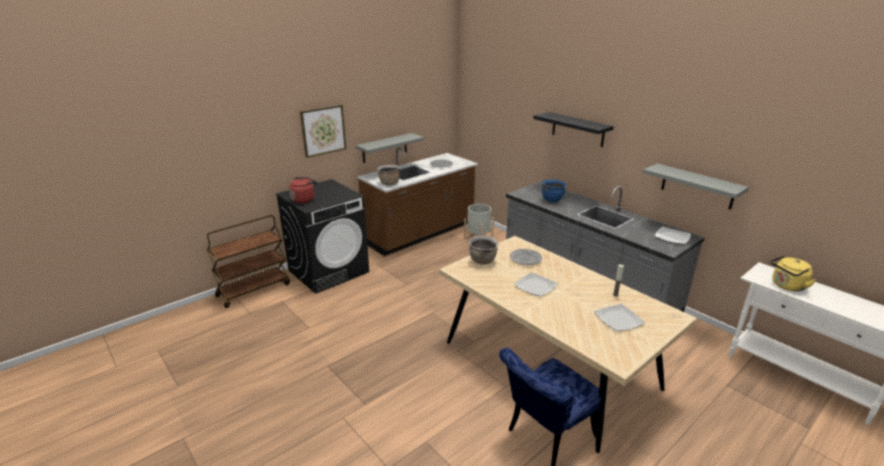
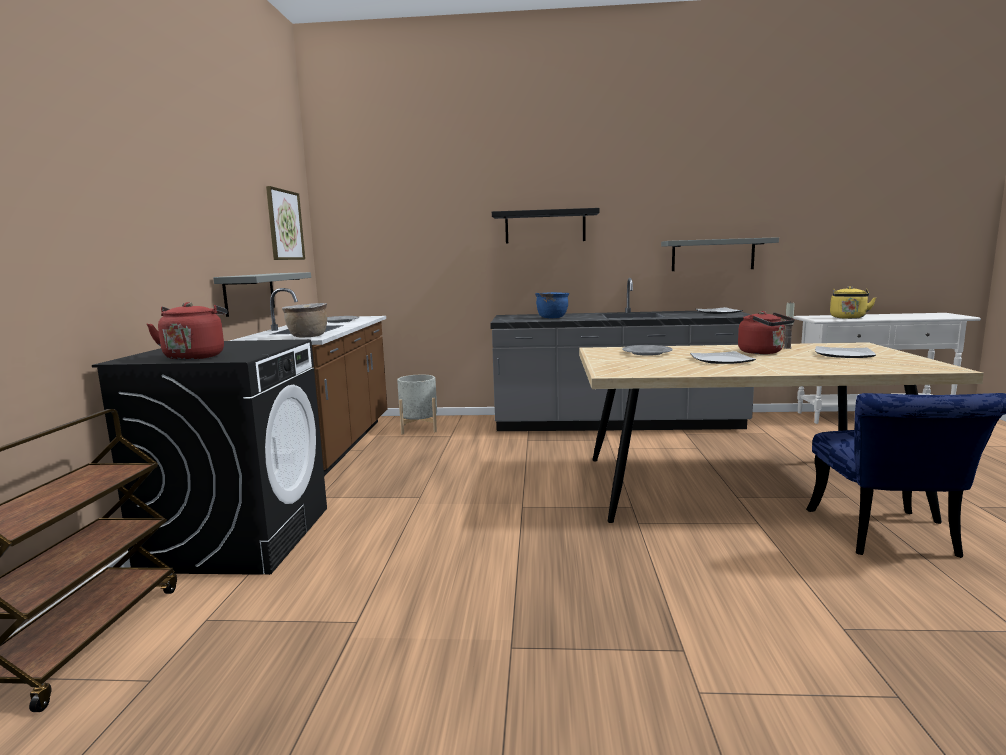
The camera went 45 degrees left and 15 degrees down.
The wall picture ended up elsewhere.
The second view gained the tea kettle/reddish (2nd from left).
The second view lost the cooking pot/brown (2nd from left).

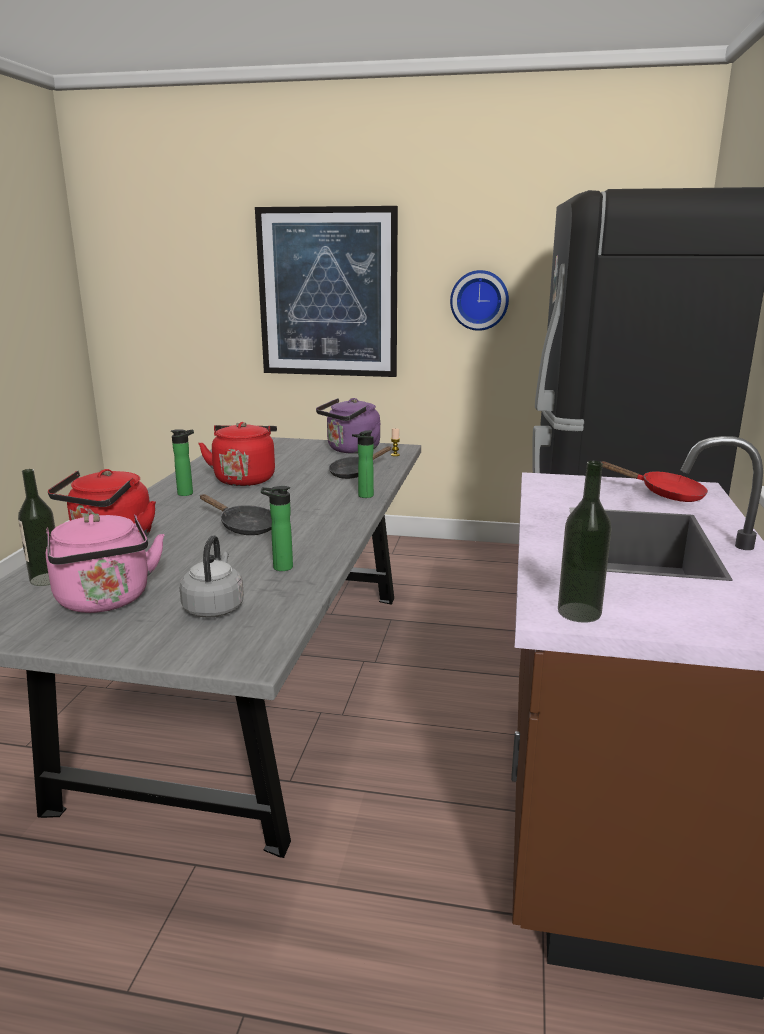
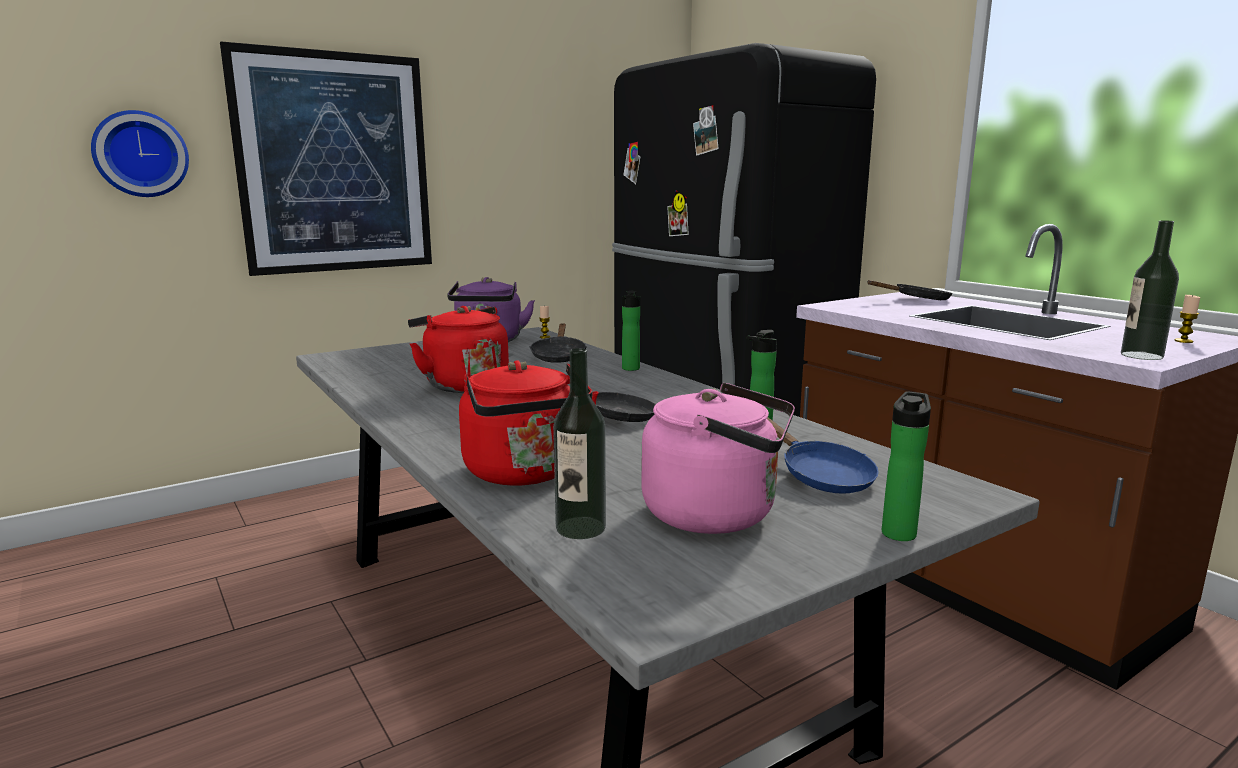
The camera went 45 degrees left and 5 degrees down.
The clock on the wall ended up elsewhere.
Where the tea kettle/grey stood, the skillet/blue came to stand.
What was the skillet/reddish turned into the skillet/black-coloured (3rd from left).
The drink bottle (2nd from left in the first image) ended up elsewhere.
The second view gained the wax candle (2nd from left).

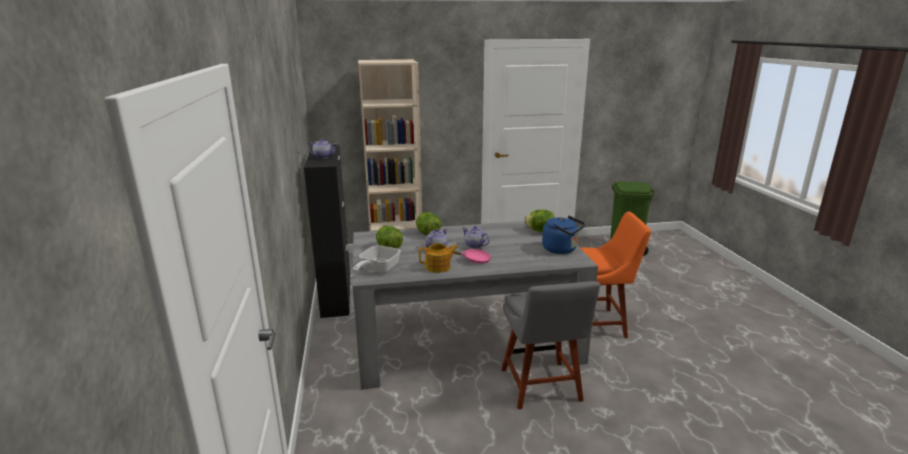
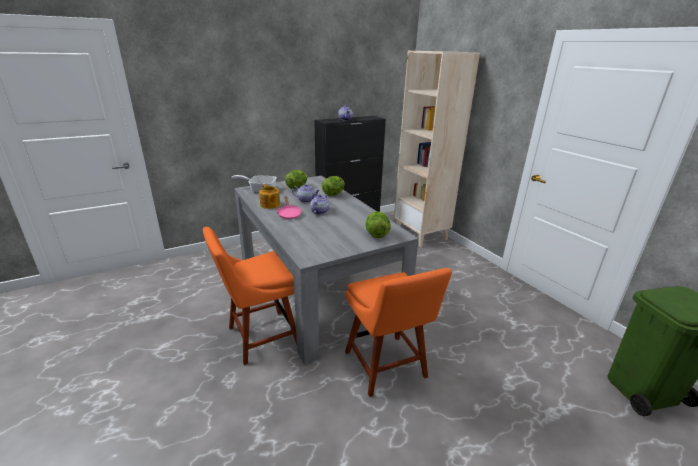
The camera went 70 degrees right and 5 degrees up.
What was the plain chair/grey turned into the plain chair/orange (1st from left).
The second view lost the tea kettle/blue.

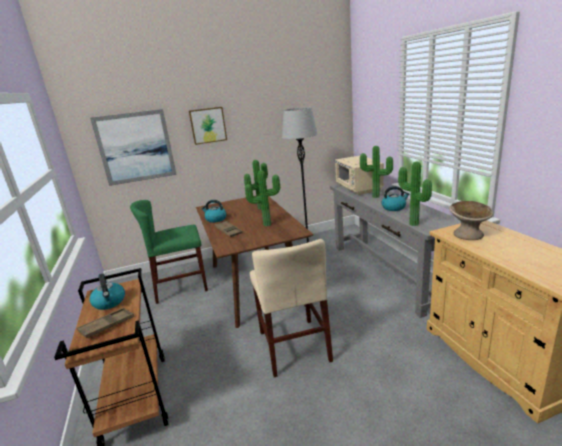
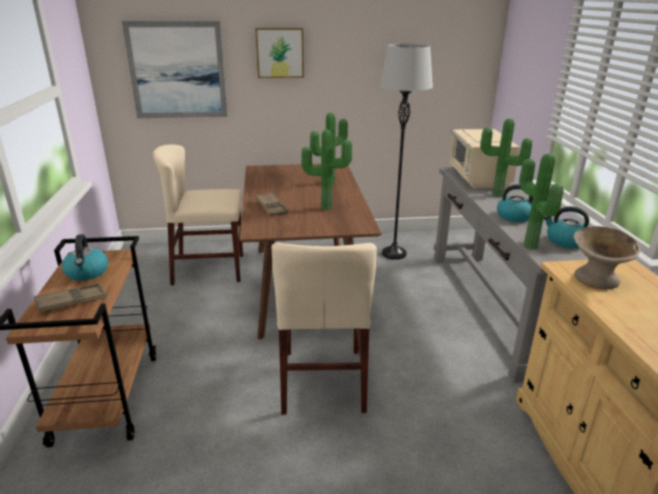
The camera went 10 degrees right and 5 degrees up.
What was the plain chair/green-coloured turned into the plain chair/sand-coloured (1st from left).
The tea kettle (2nd from left in the first image) ended up elsewhere.

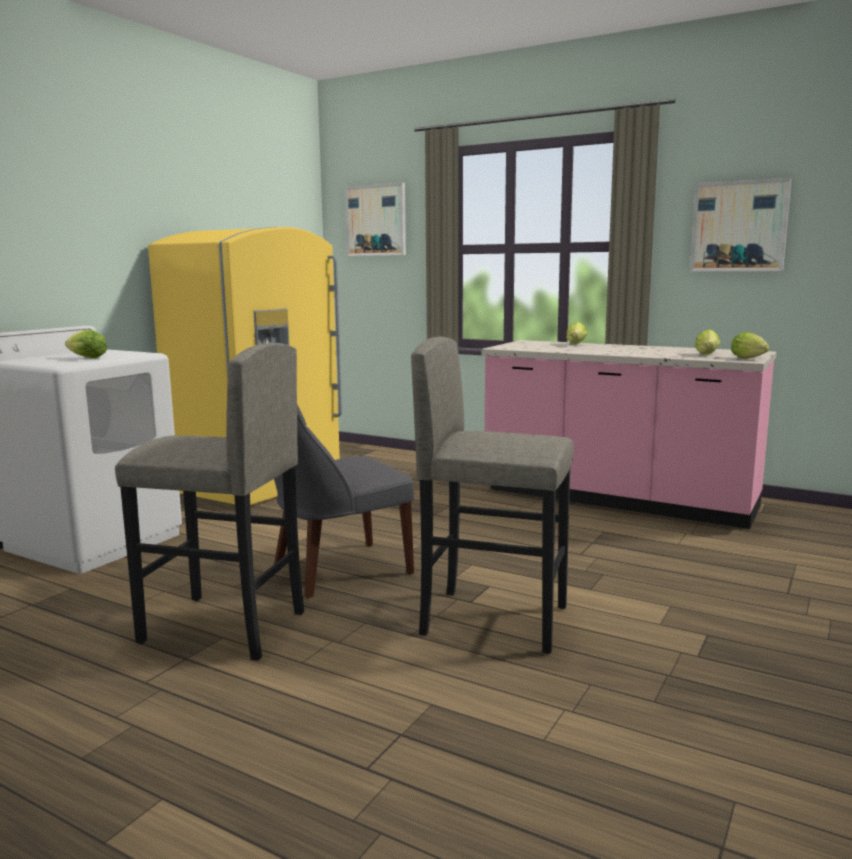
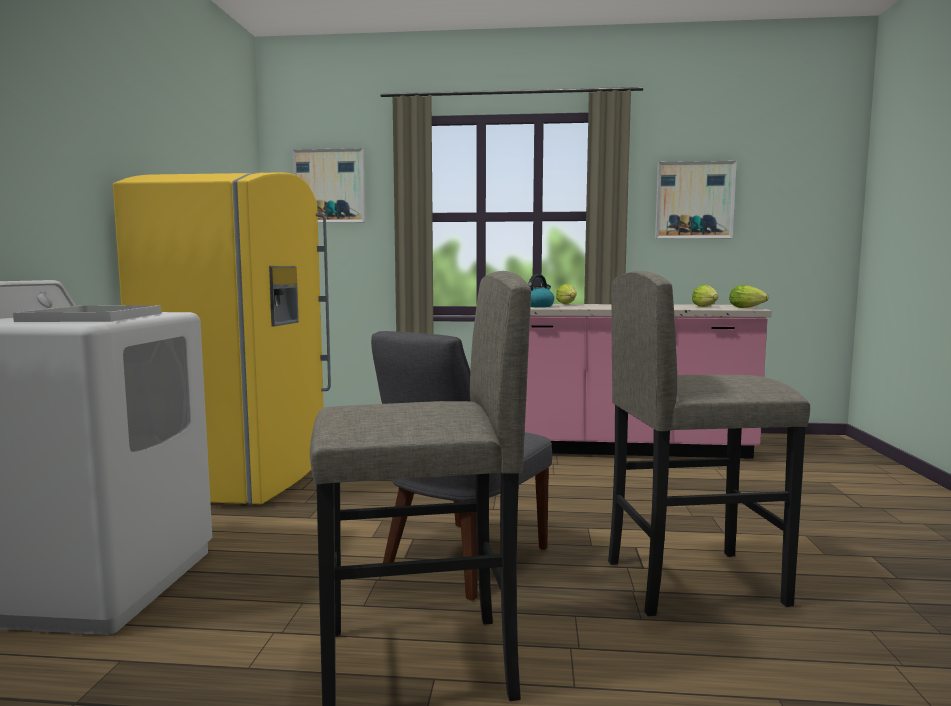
The camera went 25 degrees left and 5 degrees down.
Where the lettuce (1st from left) stood, the carrying tray/whitish came to stand.
The second view gained the tea kettle.

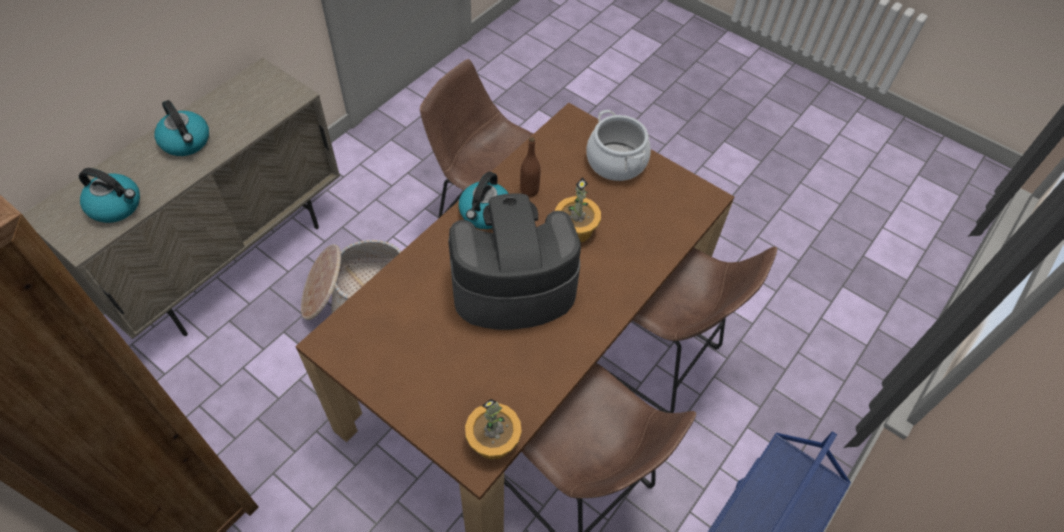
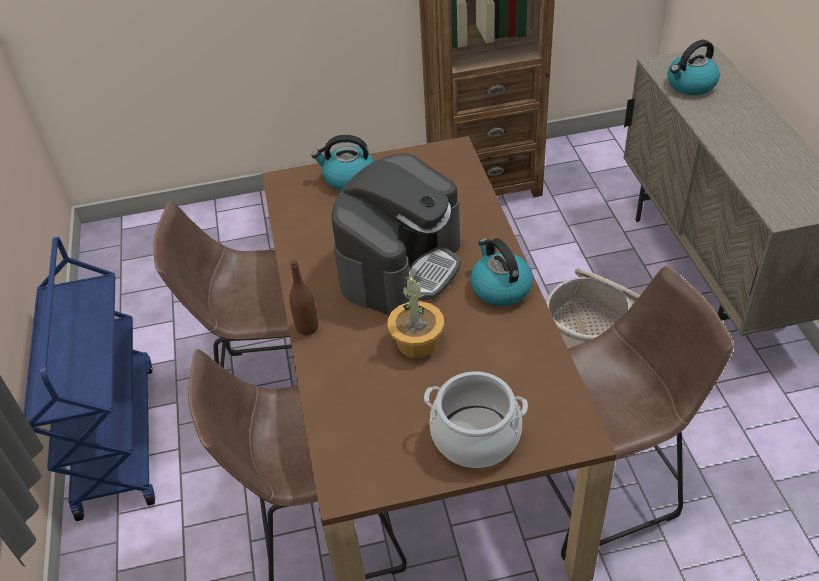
The camera went 135 degrees right and 10 degrees down.
The drink bottle/brown ended up elsewhere.
The tea kettle (2nd from left in the first image) ended up elsewhere.
The second view lost the plant in a pot (1st from left).

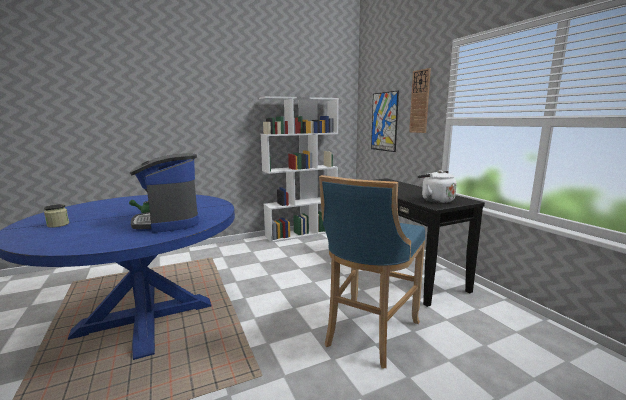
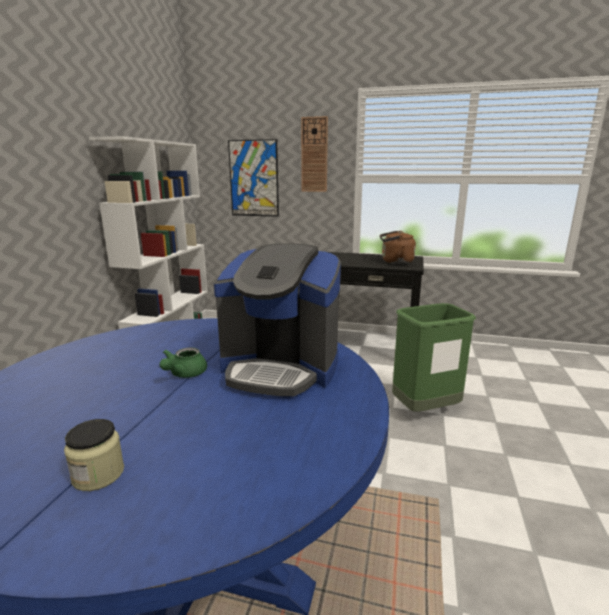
The camera went 50 degrees left and 5 degrees up.
What was the tea kettle/whitish turned into the tea kettle/brown.
Where the sitting stool/blue stood, the waste bin/green-coloured came to stand.

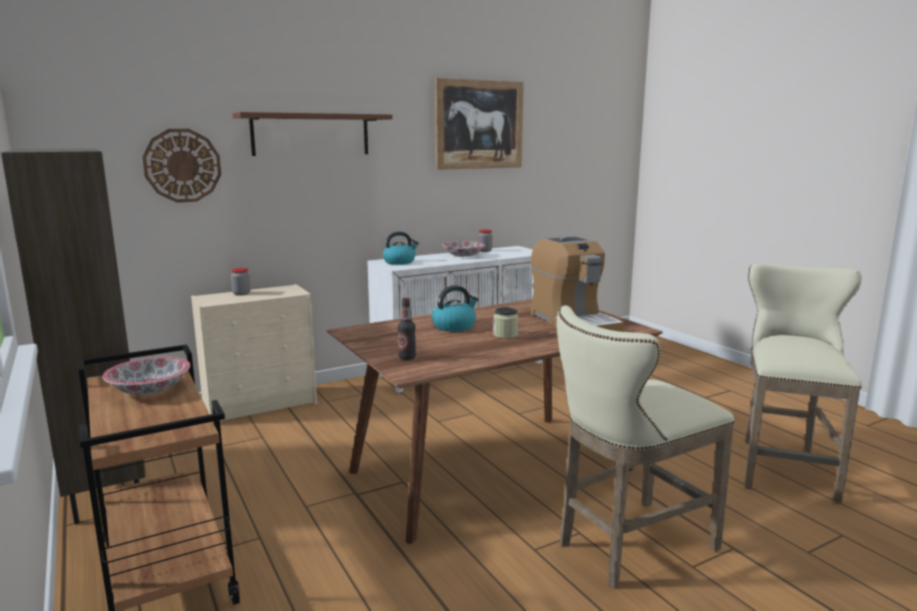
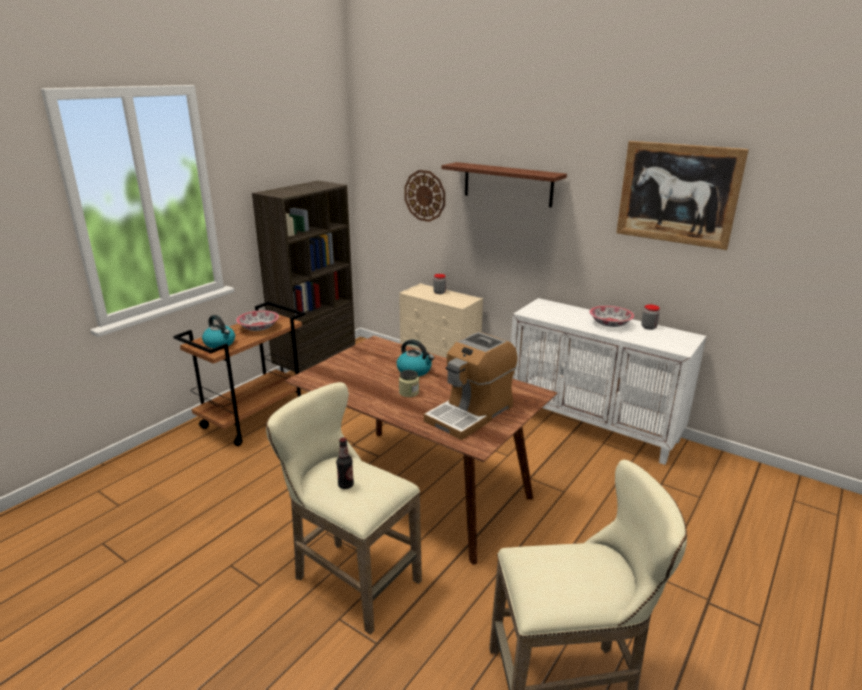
The camera went 65 degrees right and 10 degrees up.
The tea kettle (1st from left) ended up elsewhere.
The drink bottle ended up elsewhere.

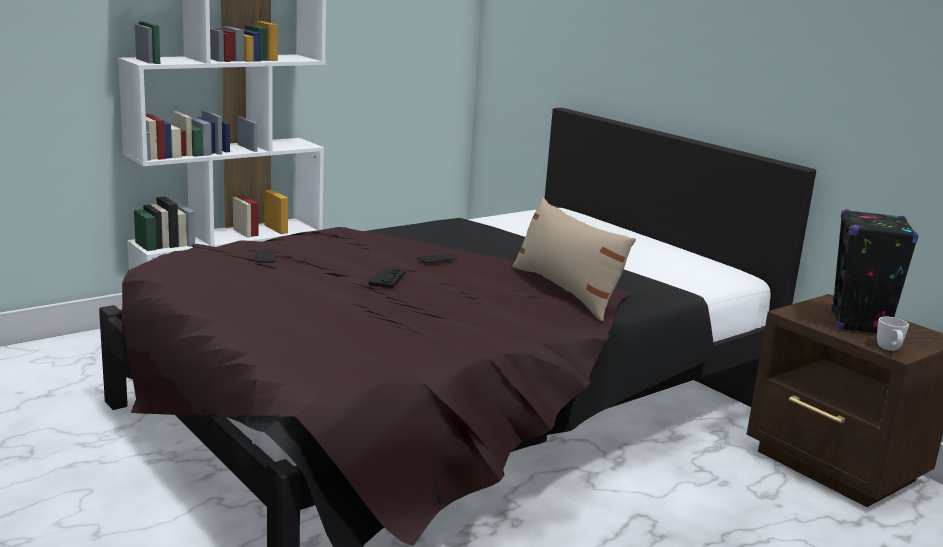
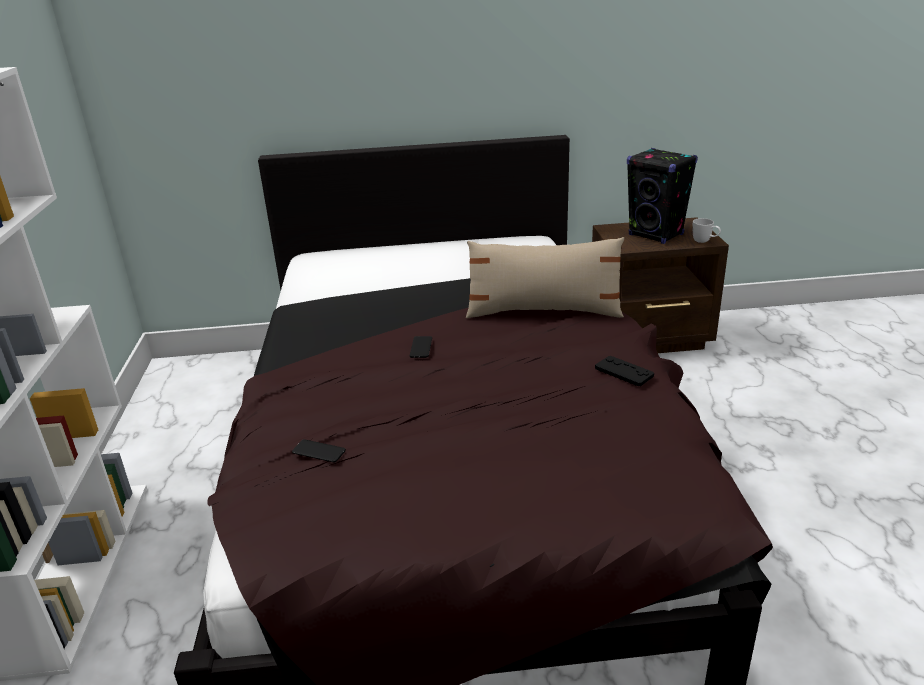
The camera went 55 degrees left and 10 degrees up.
The gamepad/black-coloured ended up elsewhere.

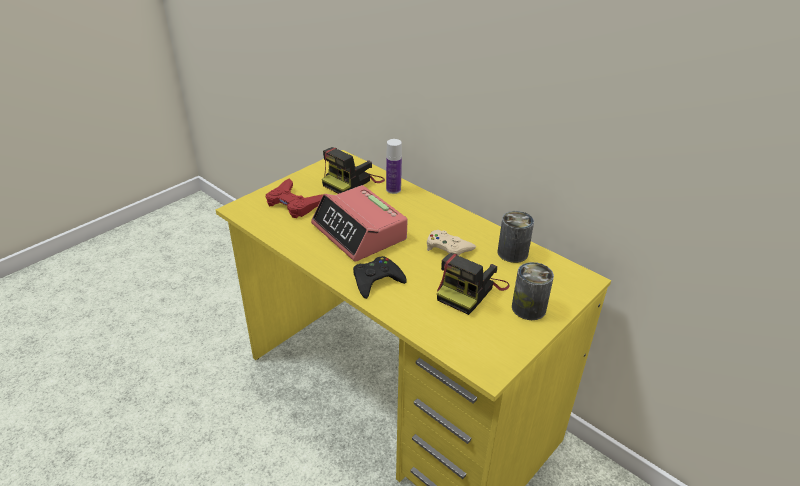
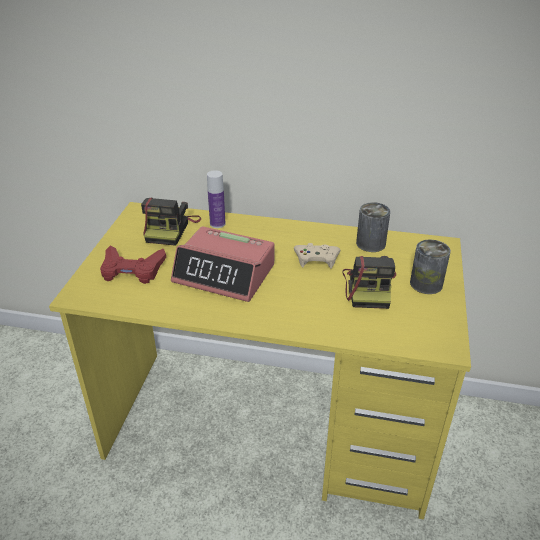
The camera went 30 degrees left and 0 degrees up.
The second view lost the gamepad/black-coloured.

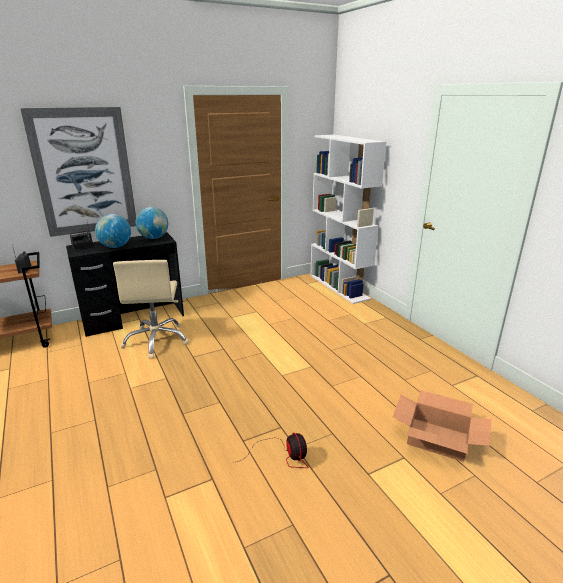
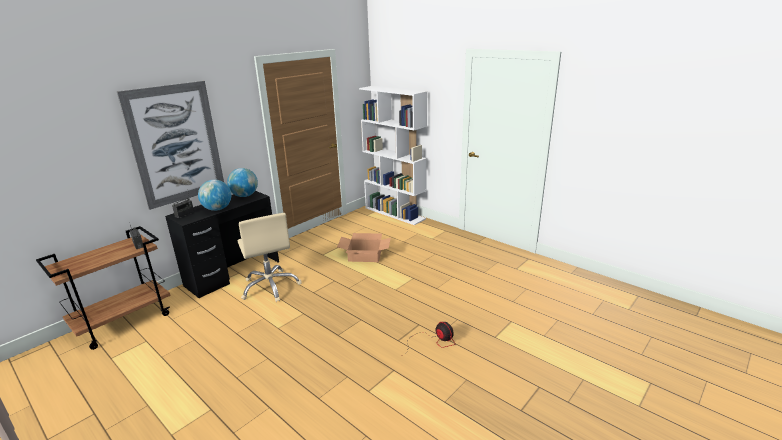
The camera went 20 degrees left and 0 degrees up.
The carton ended up elsewhere.

